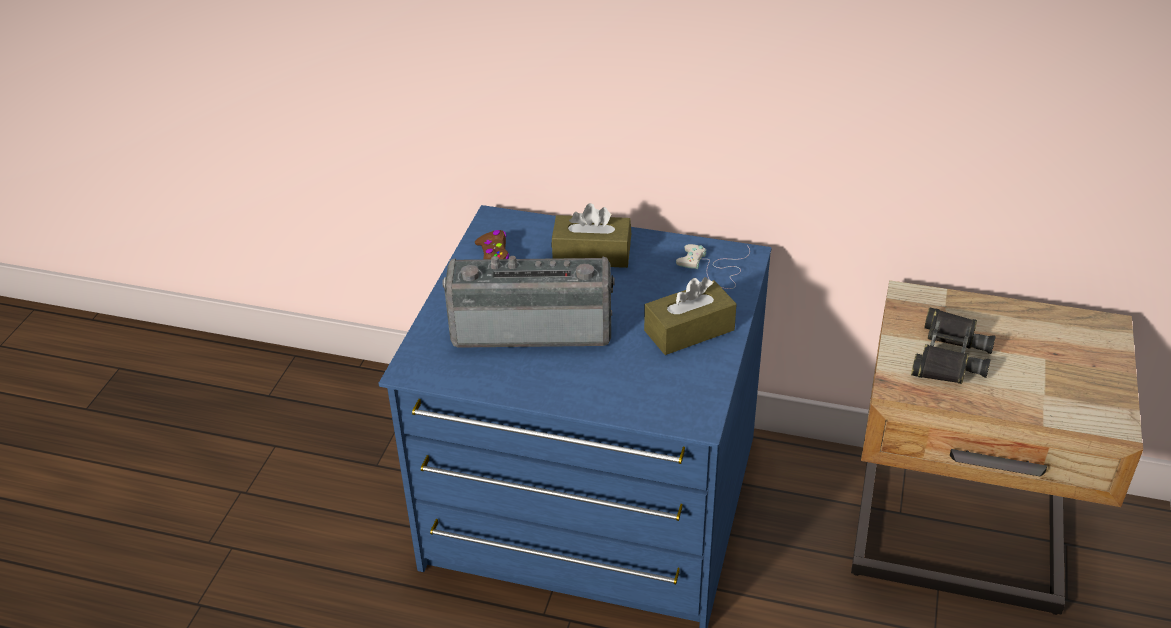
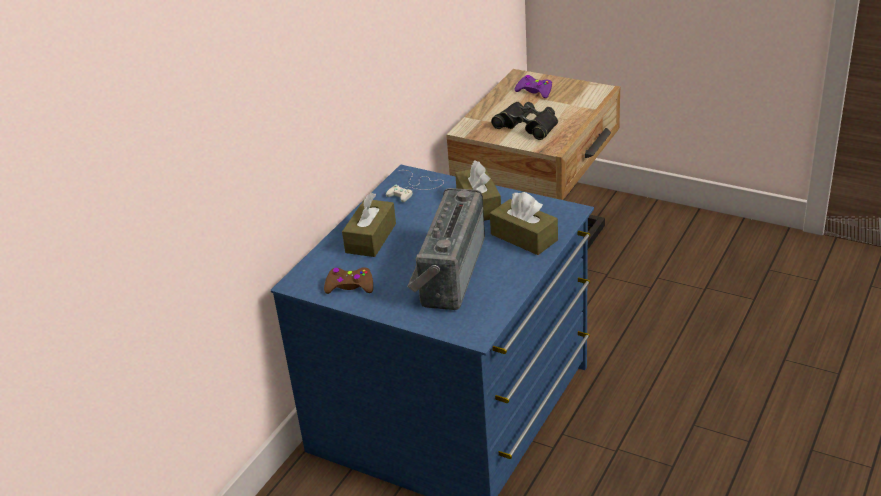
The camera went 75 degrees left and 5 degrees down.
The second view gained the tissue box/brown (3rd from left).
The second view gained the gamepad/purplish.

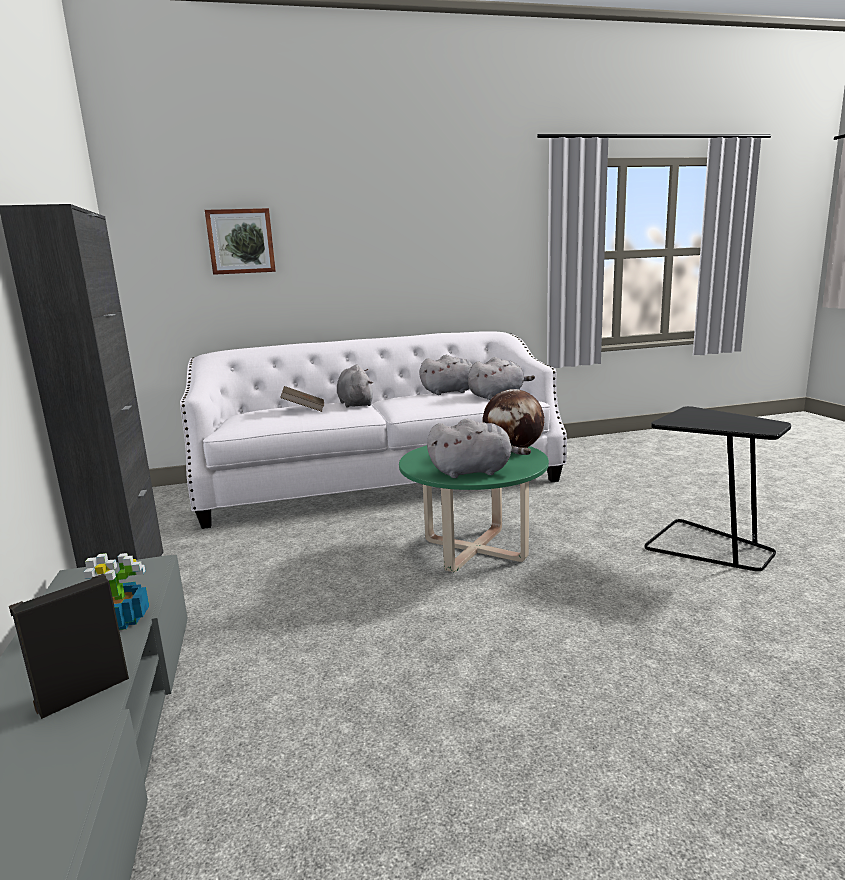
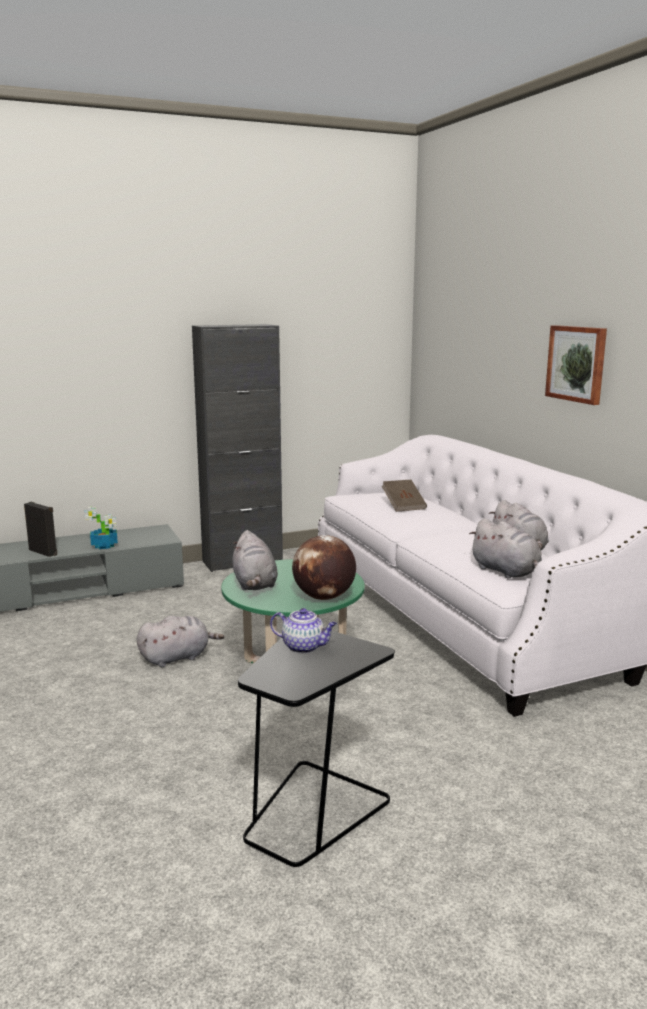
The camera went 80 degrees right and 0 degrees up.
The plush toy/grey (1st from left) ended up elsewhere.
The second view gained the tea pot.
The wall picture ended up elsewhere.

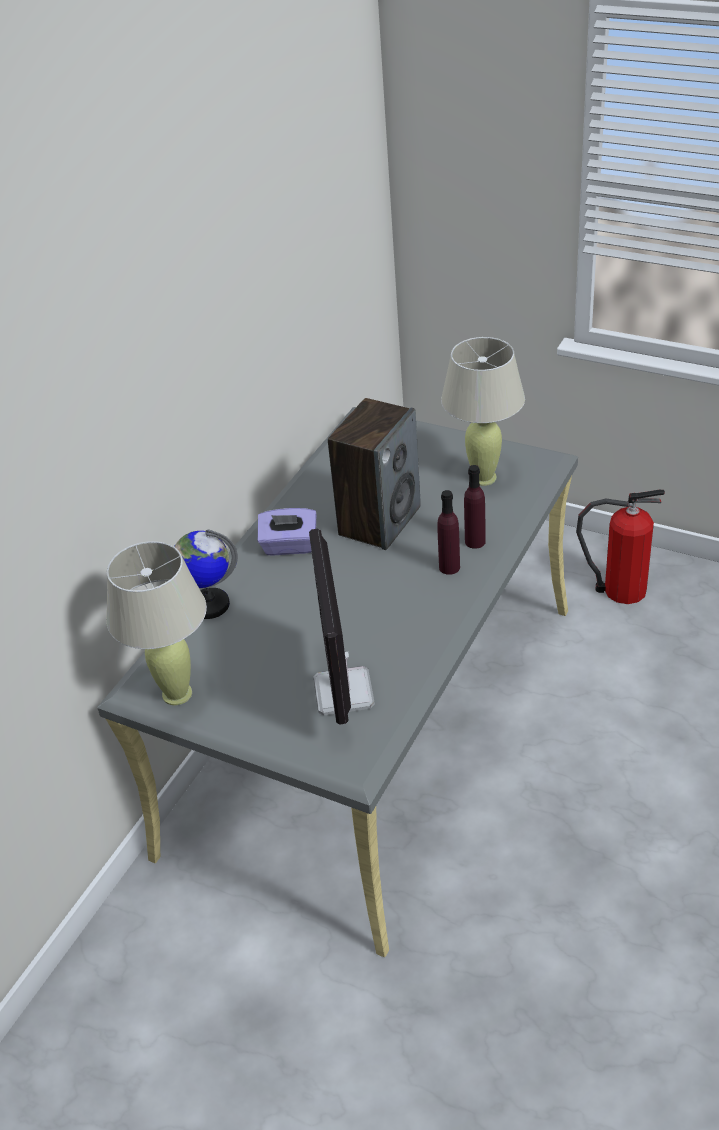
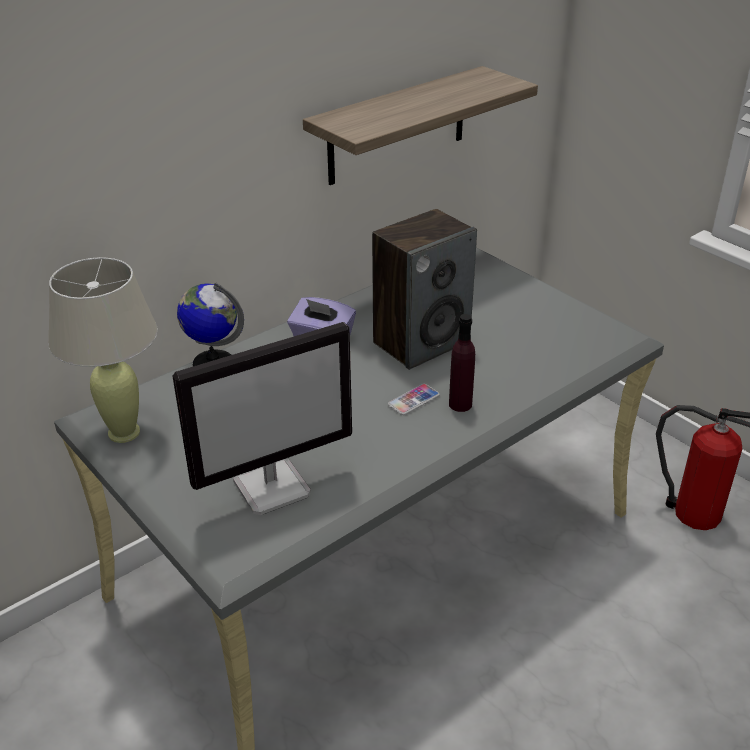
The camera went 20 degrees right and 5 degrees down.
The computer display ended up facing another way, 135 degrees counterclockwise from before.
The second view gained the shelf.
The second view gained the phone.
The second view lost the lamp for a table/sand-coloured (2nd from left).
The second view lost the drink bottle/purplish (2nd from left).

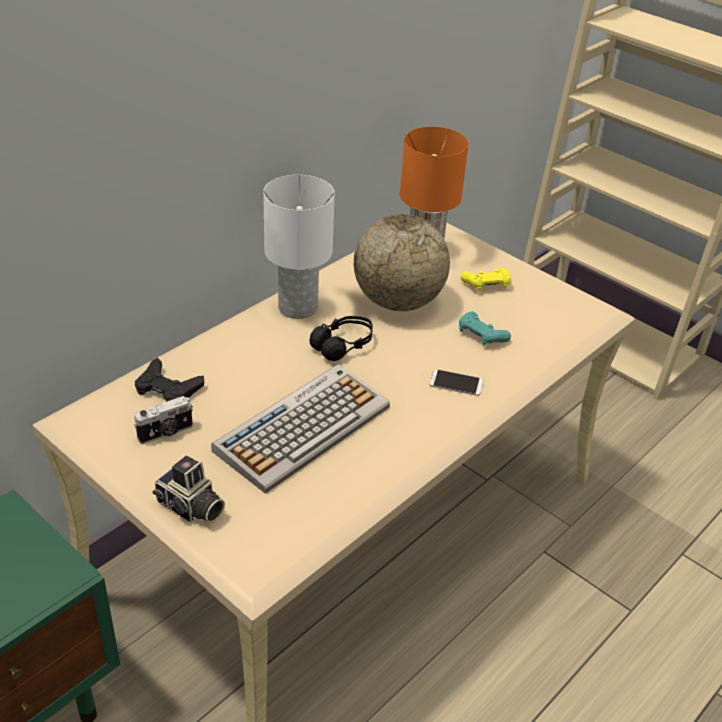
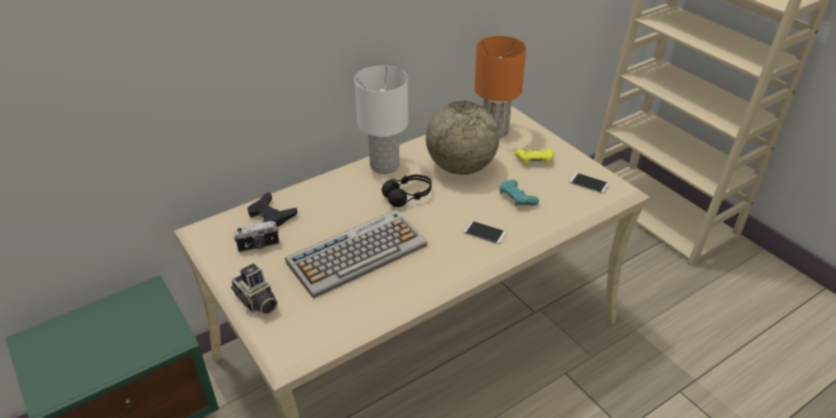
The camera went 15 degrees right and 0 degrees up.
The second view gained the phone (2nd from left).

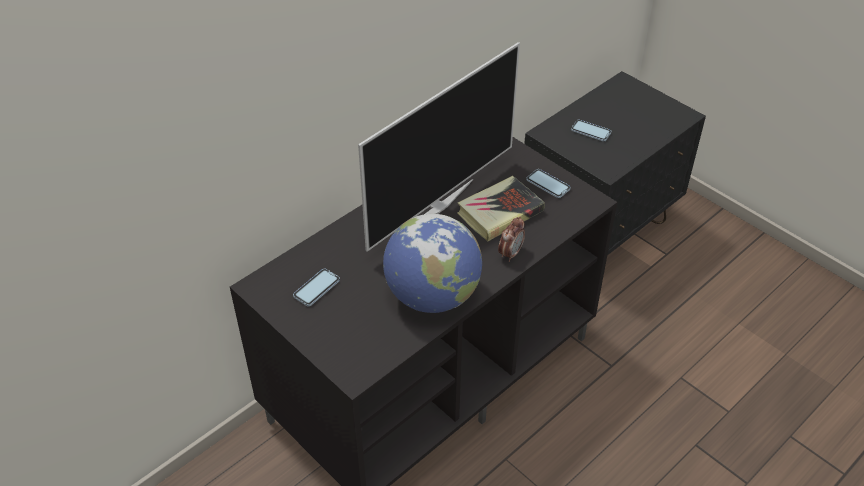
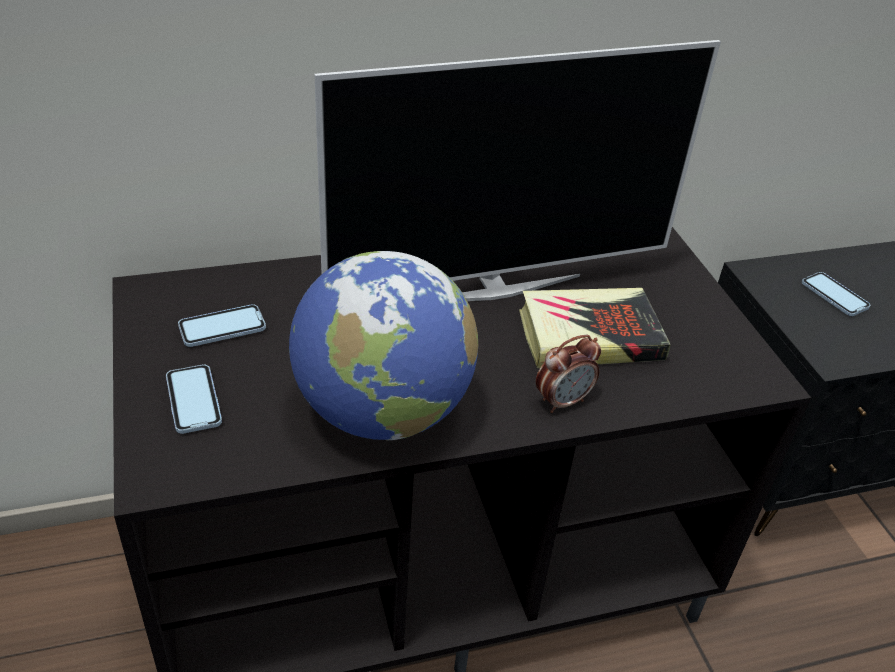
The camera went 25 degrees right and 5 degrees down.
The phone (2nd from left in the first image) ended up elsewhere.

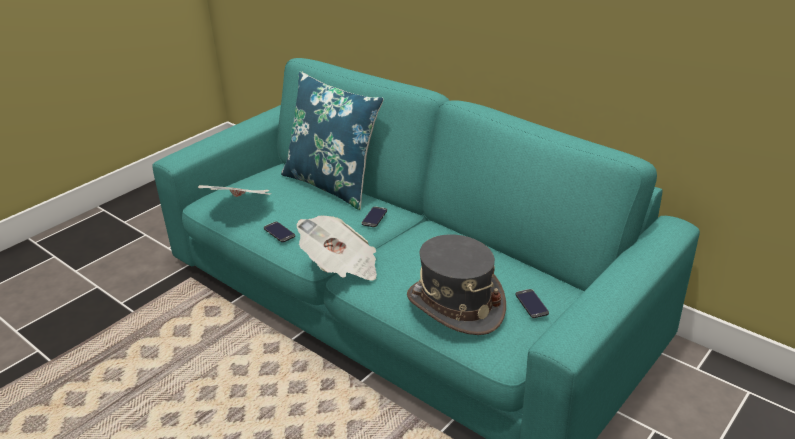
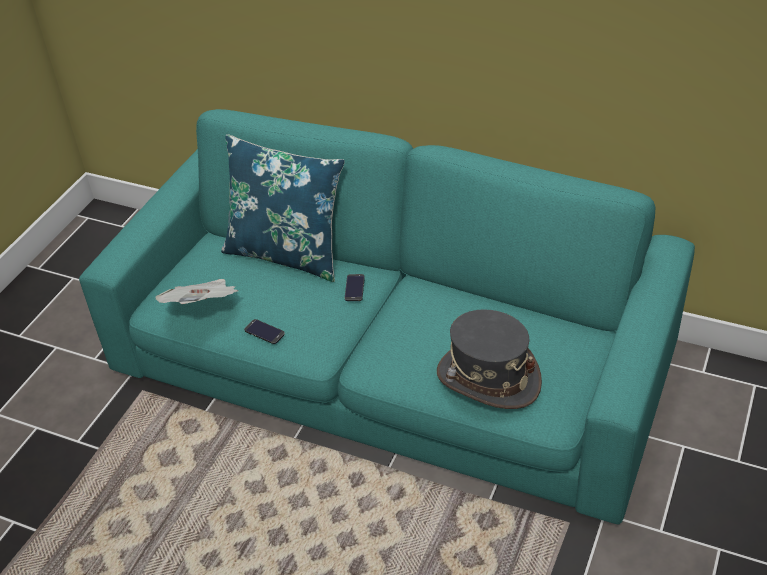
The camera went 15 degrees left and 10 degrees up.
The second view lost the printed paper (2nd from left).
The second view lost the phone (3rd from left).

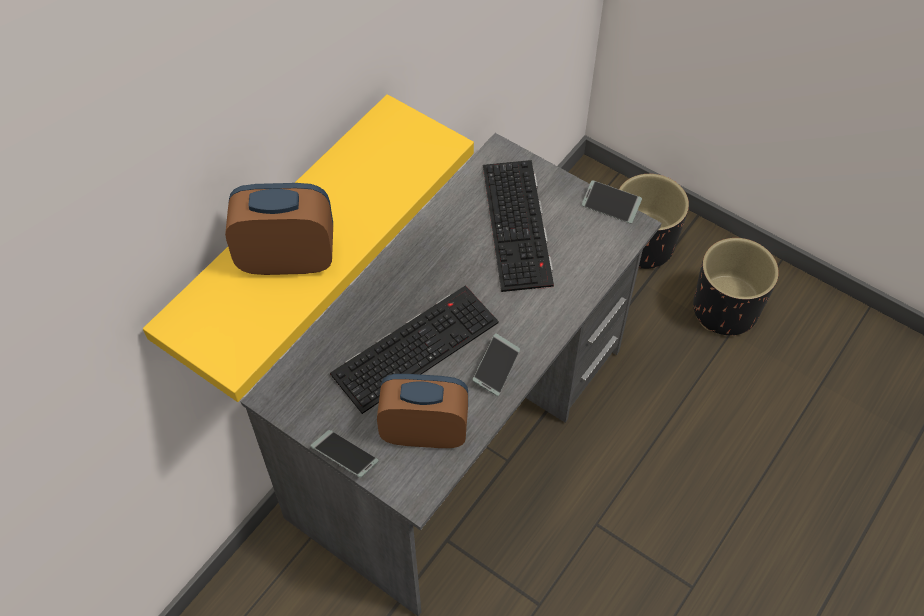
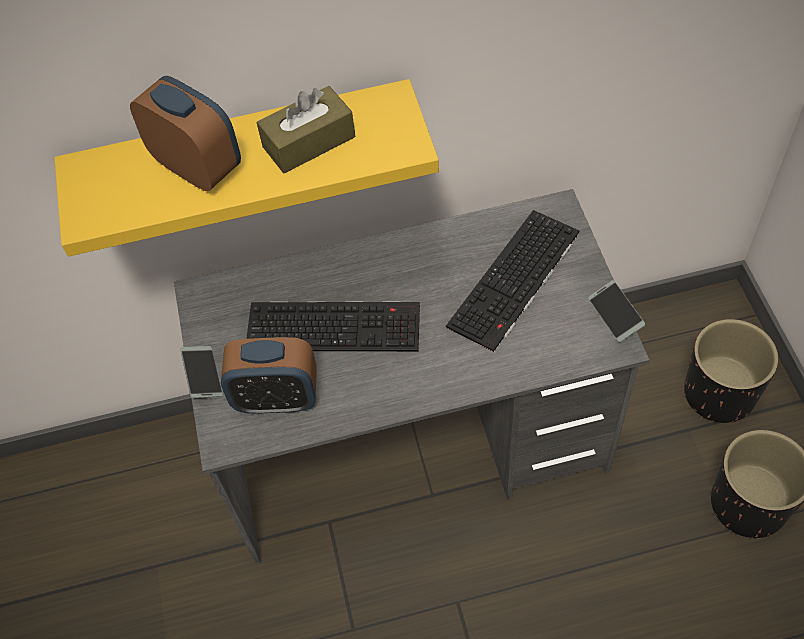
The camera went 45 degrees right and 0 degrees up.
The table clock (2nd from left) ended up facing another way, 135 degrees clockwise from before.
The second view gained the tissue box/brown.
The second view lost the phone (2nd from left).

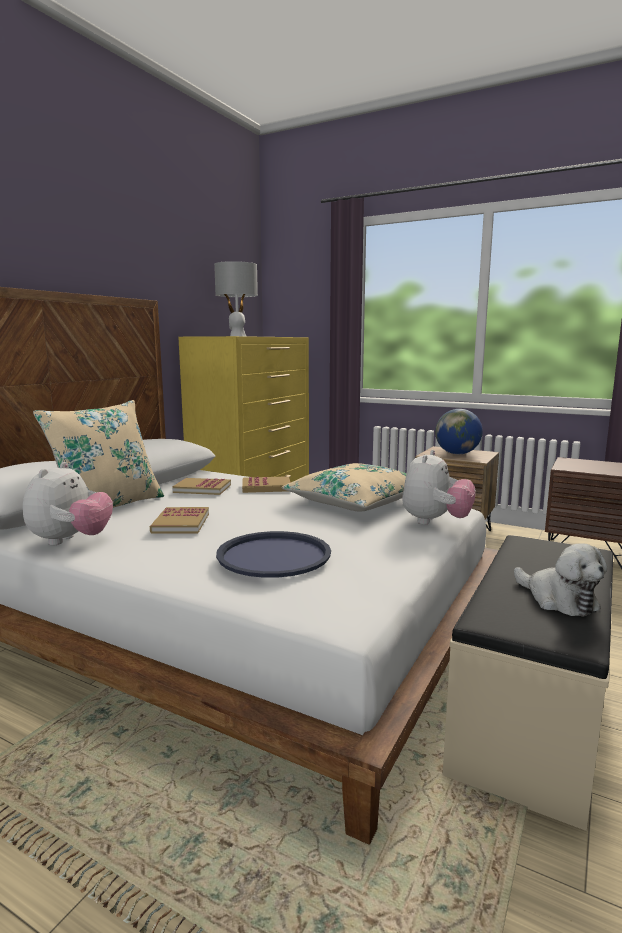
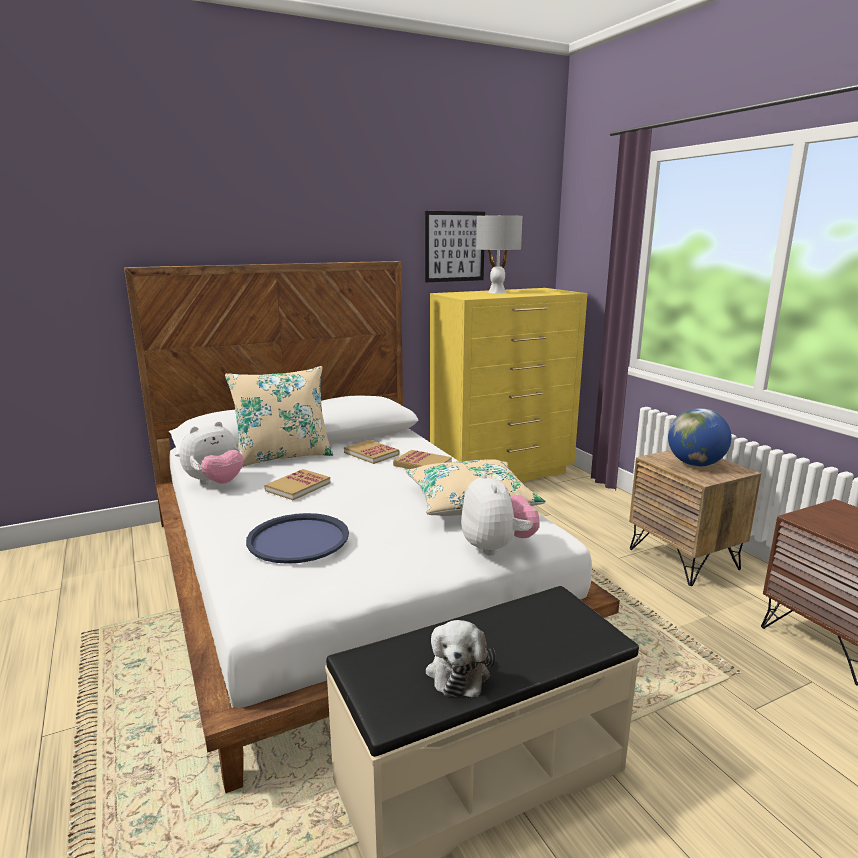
The camera went 35 degrees right and 5 degrees up.
The second view gained the wall picture.
The plush toy (2nd from left in the first image) ended up facing another way, 75 degrees counterclockwise from before.

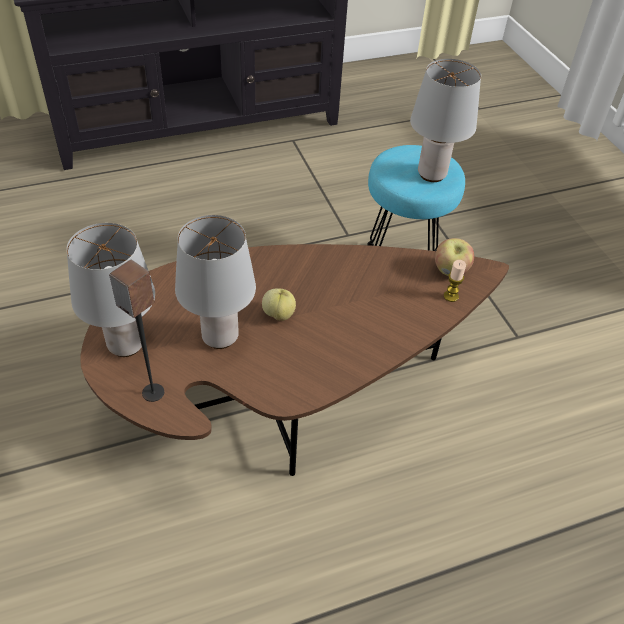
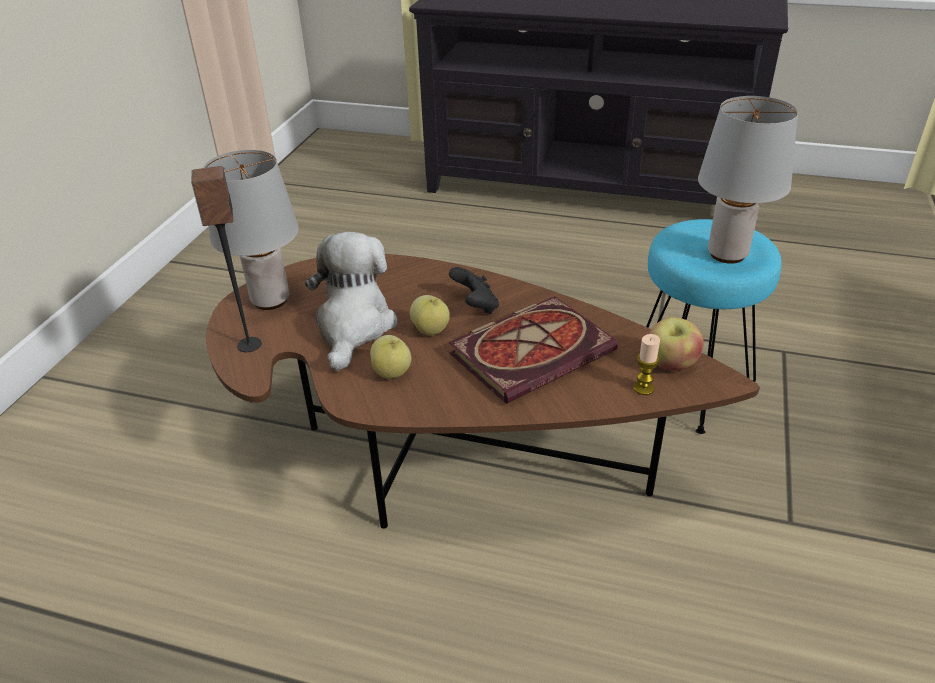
The camera went 40 degrees right and 10 degrees down.
Where the lamp for a table/grey (2nd from left) stood, the plush toy came to stand.
The second view gained the apple fruit (1st from left).
The second view gained the gamepad/black-coloured.
The second view gained the bound book.

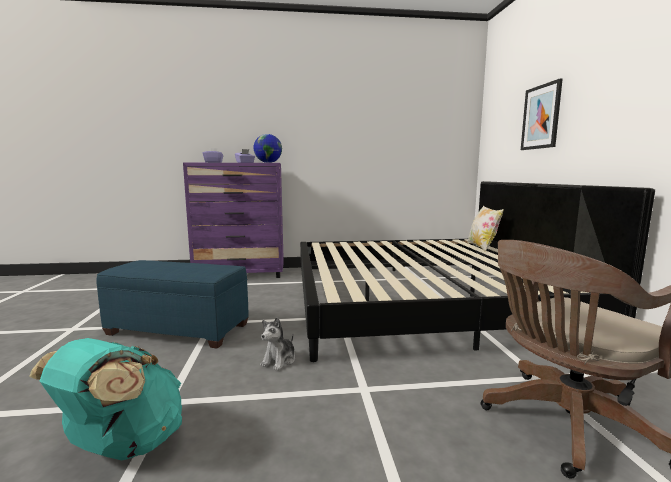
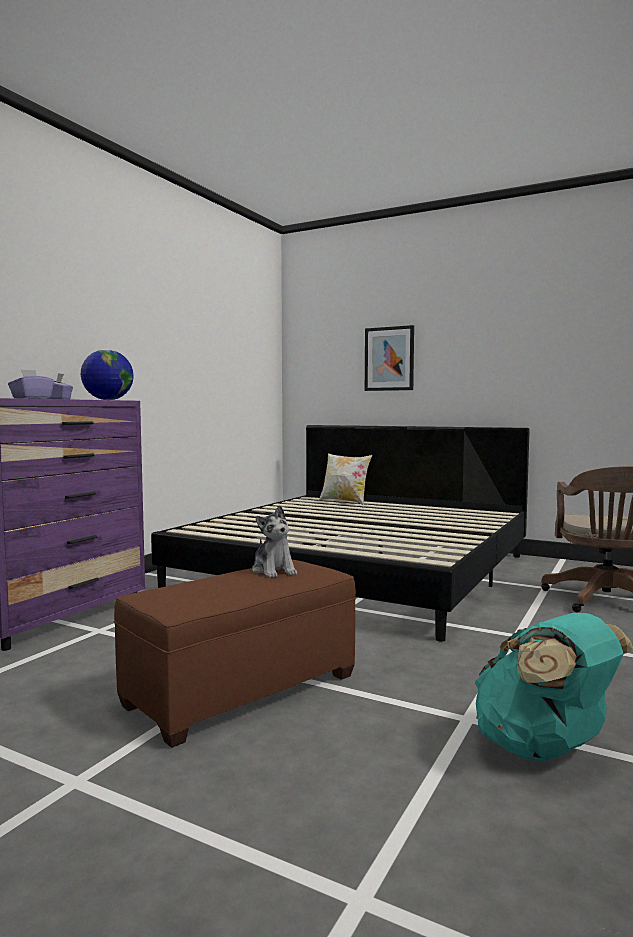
The camera went 55 degrees left and 5 degrees down.
What was the footrest/blue turned into the footrest/brown.
The plush toy ended up elsewhere.

